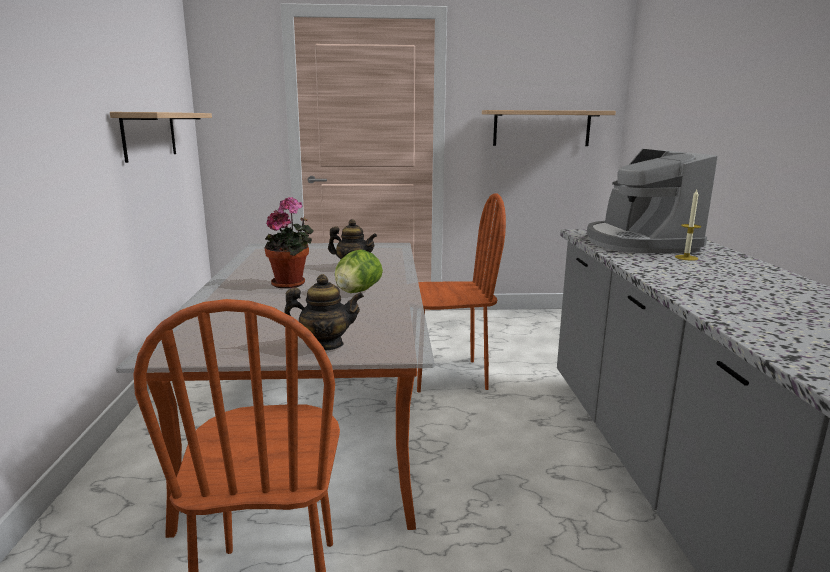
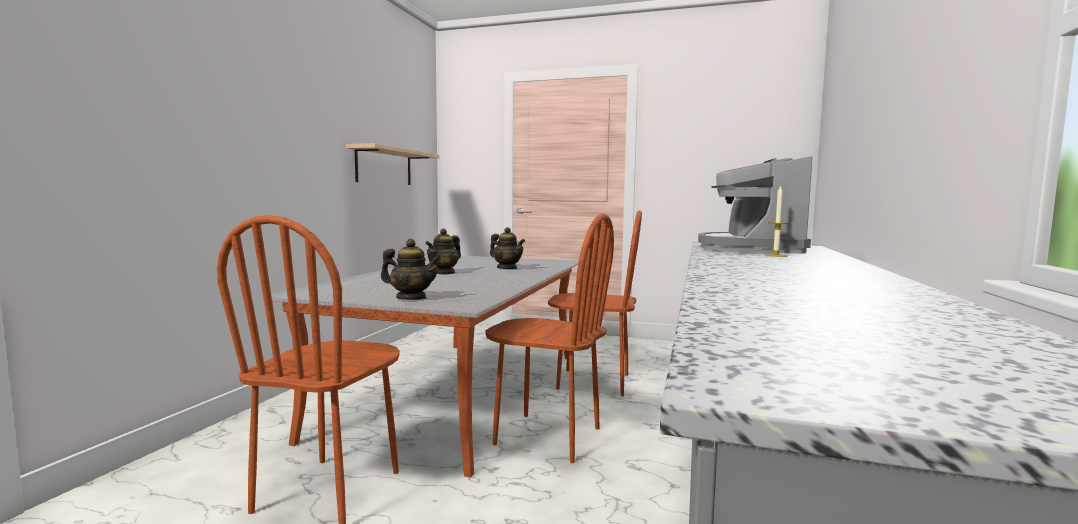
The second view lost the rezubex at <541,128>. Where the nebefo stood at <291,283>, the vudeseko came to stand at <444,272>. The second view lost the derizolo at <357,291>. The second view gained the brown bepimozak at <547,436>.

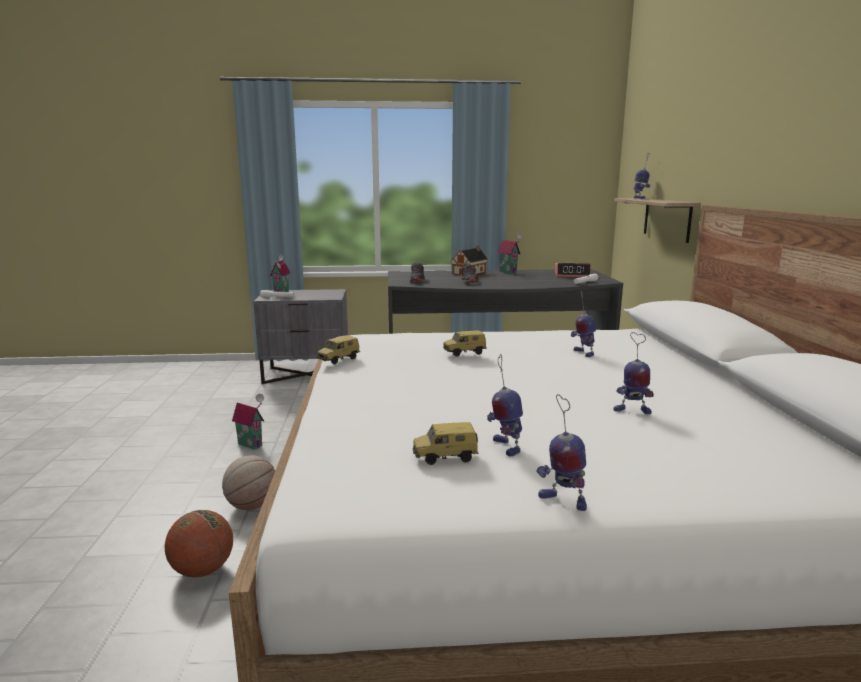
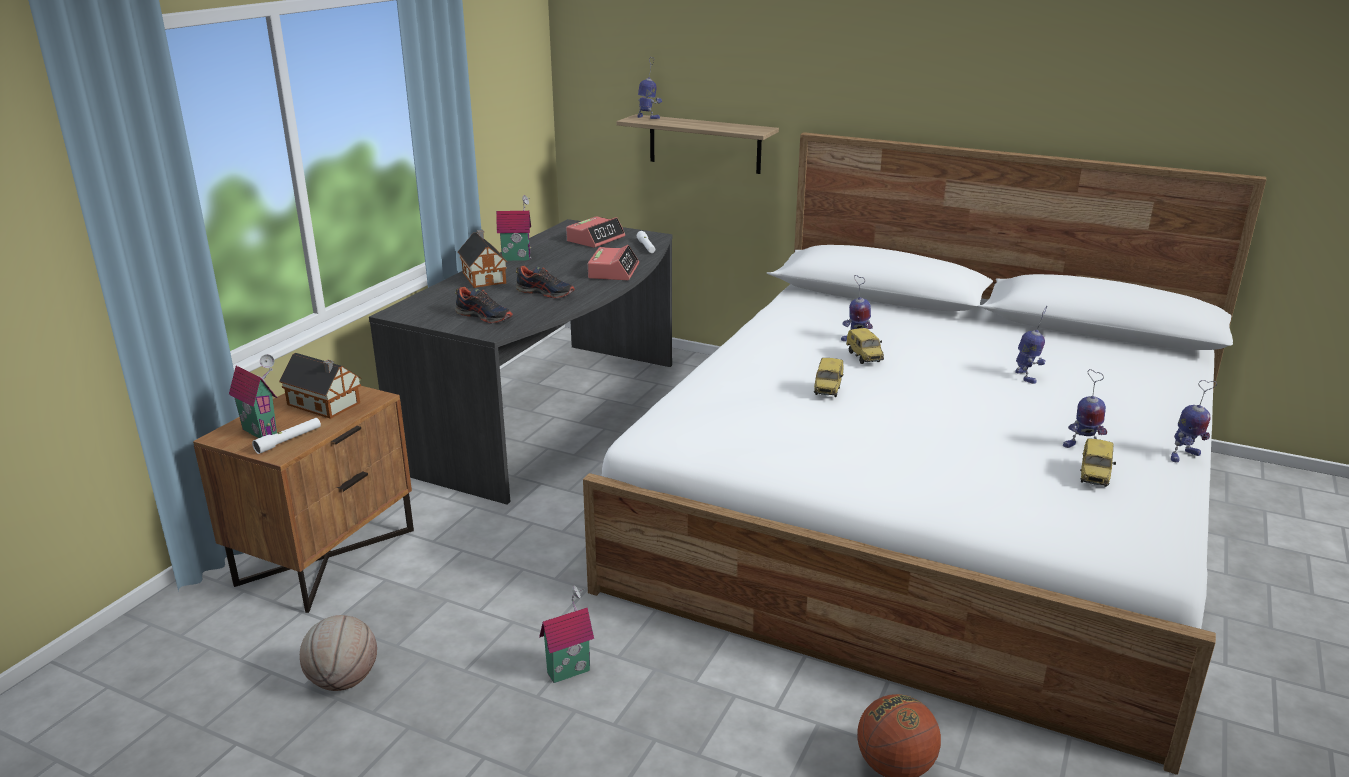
What was the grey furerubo at <307,374> turned into the brown furerubo at <326,556>. The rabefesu at <631,411> ended up facing another way, 45 degrees counterclockwise from before. The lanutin ended up elsewhere, having gone from <339,360> to <865,358>. The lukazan ended up elsewhere, having gone from <252,506> to <343,681>. The second view gained the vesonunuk at <613,271>. The second view gained the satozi at <325,405>.

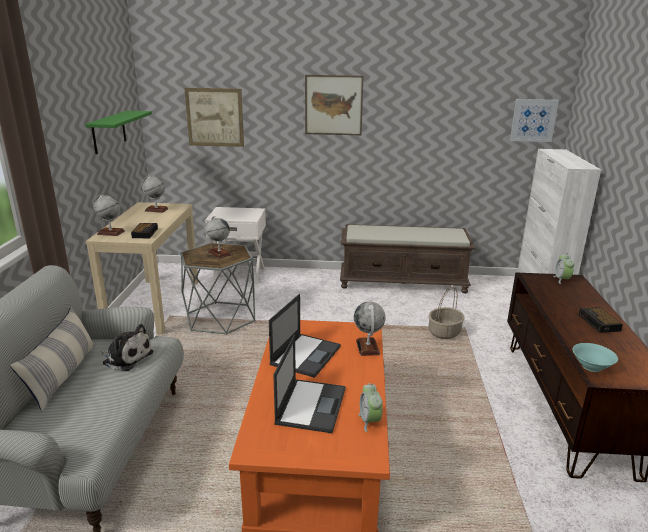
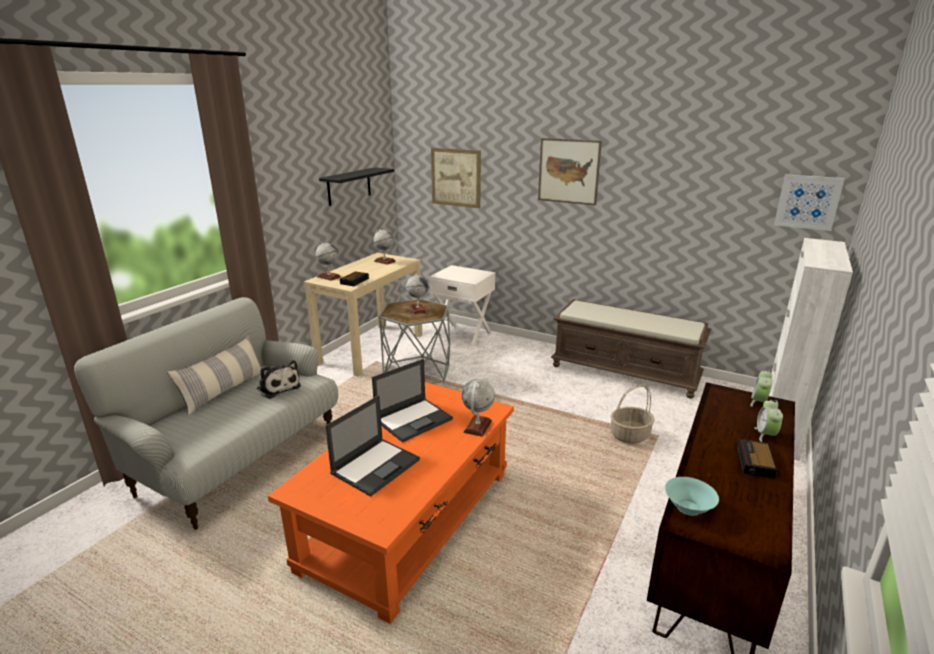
What was the green rezubex at <109,132> turned into the black rezubex at <349,186>. The vesonunuk ended up elsewhere, having gone from <369,421> to <765,435>.

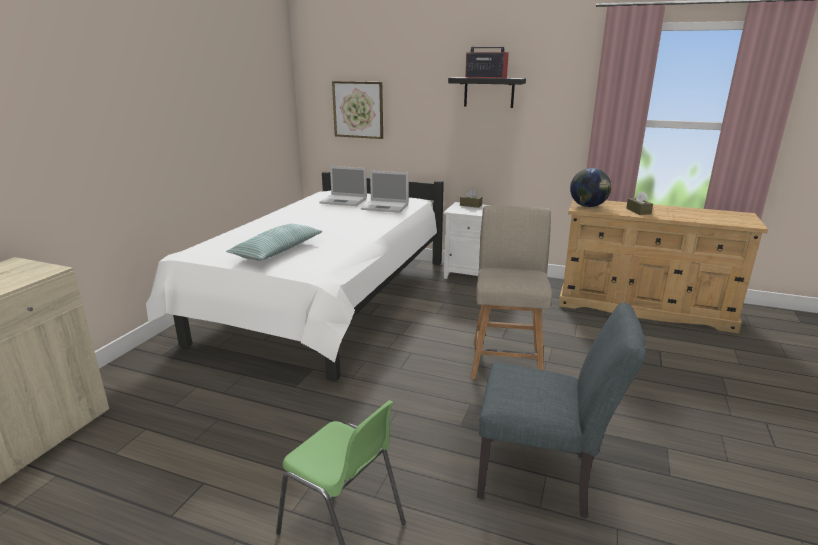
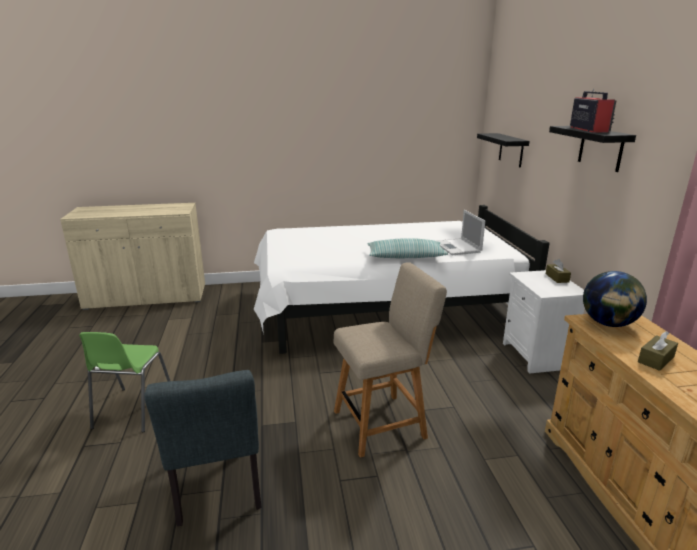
Where the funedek hung at <358,109>, the black rezubex came to hang at <511,150>. The second view lost the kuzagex at <344,201>. The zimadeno ended up elsewhere, having gone from <277,251> to <405,257>.

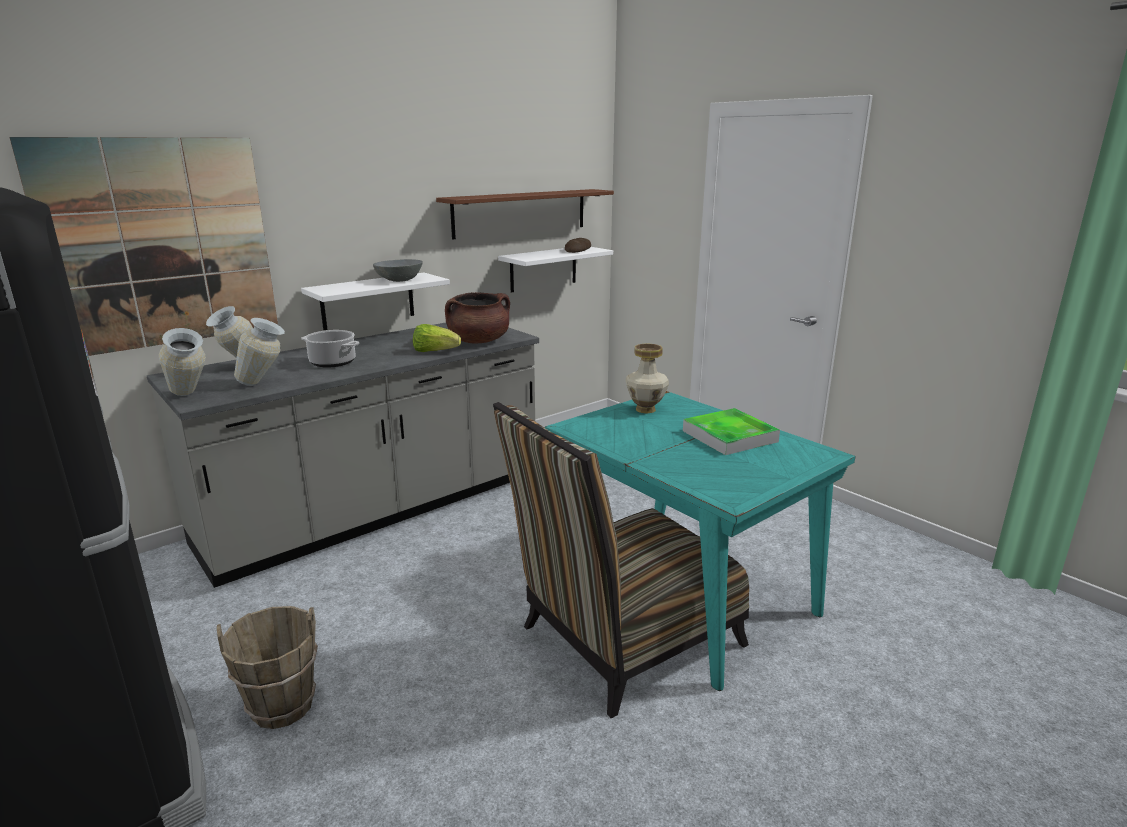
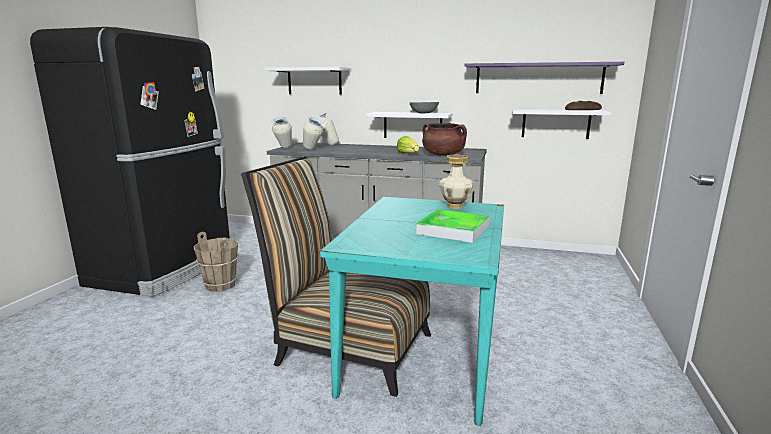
Where the funedek hung at <161,244>, the white rezubex came to hang at <314,81>. What was the brown rezubex at <521,213> turned into the purple rezubex at <538,78>. The second view lost the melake at <333,362>.

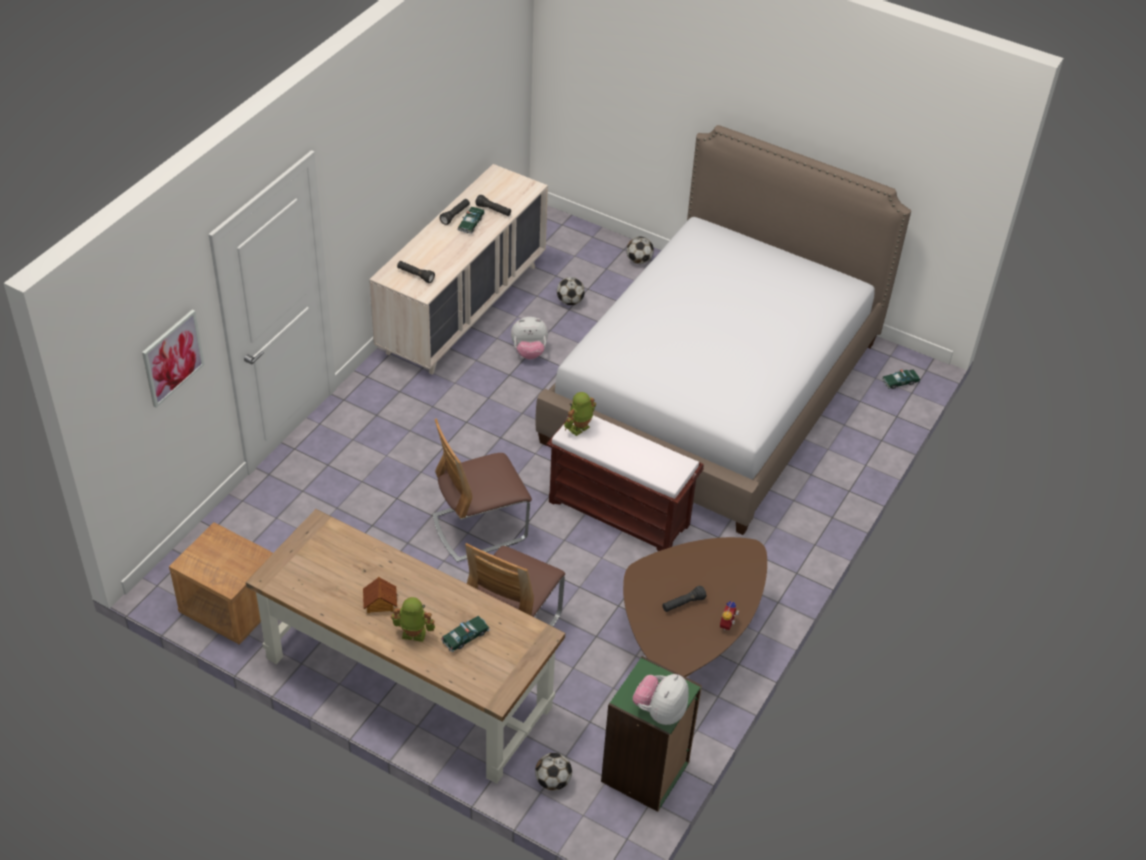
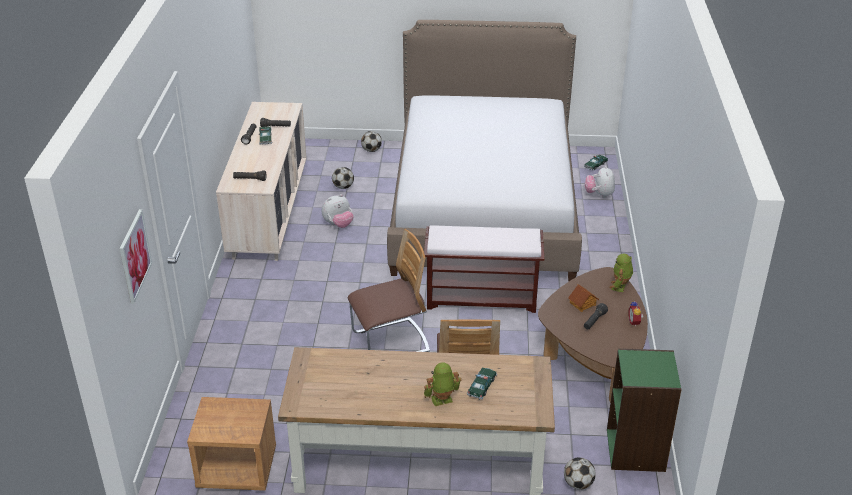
The rabefesu ended up elsewhere, having gone from <579,429> to <620,287>. The bepimozak at <479,528> ended up facing another way, 150 degrees counterclockwise from before. The satozi ended up elsewhere, having gone from <380,603> to <582,304>. The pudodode ended up elsewhere, having gone from <660,712> to <599,195>.

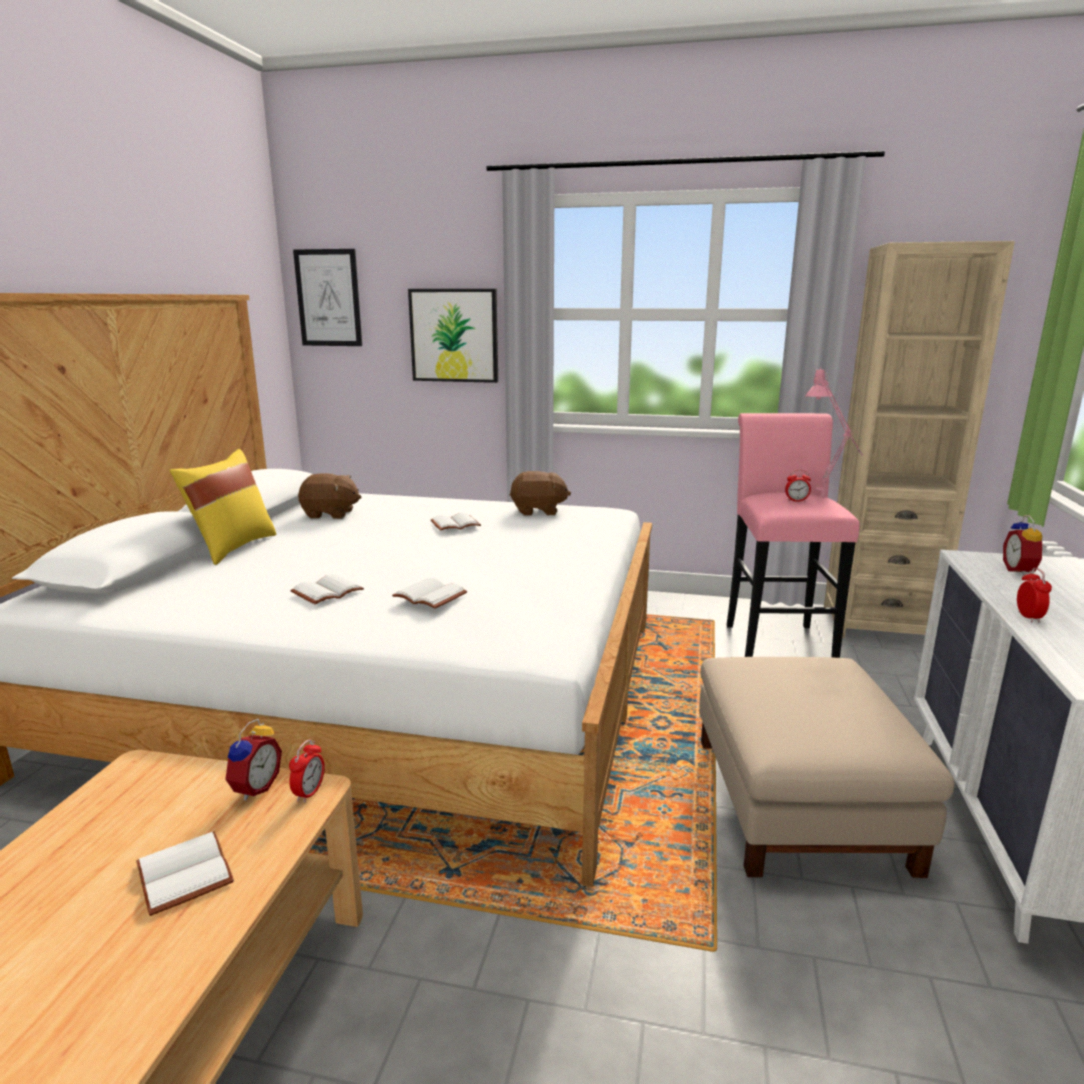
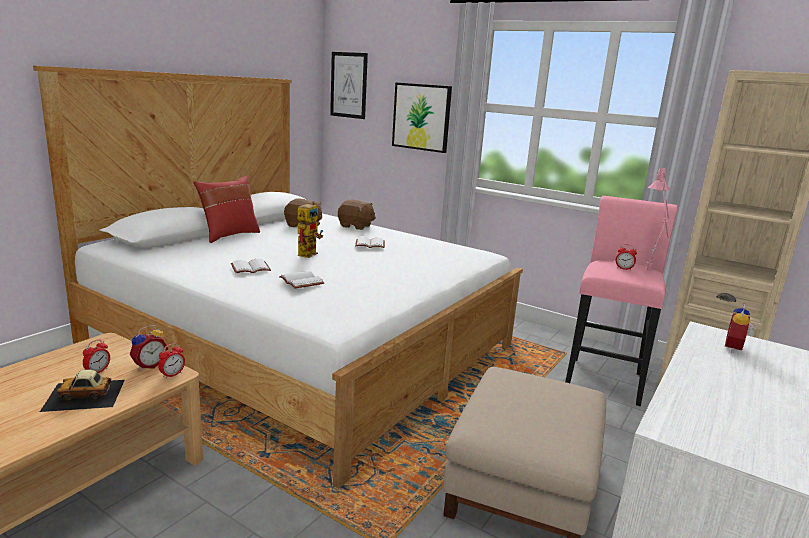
What was the yellow zimadeno at <232,547> turned into the red zimadeno at <229,235>. The brown pudodode ended up elsewhere, having gone from <538,511> to <355,226>. The vesonunuk ended up elsewhere, having gone from <1028,617> to <97,371>. Where the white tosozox stood at <188,874>, the lanutin came to stand at <85,395>. The second view gained the rabefesu at <308,253>.

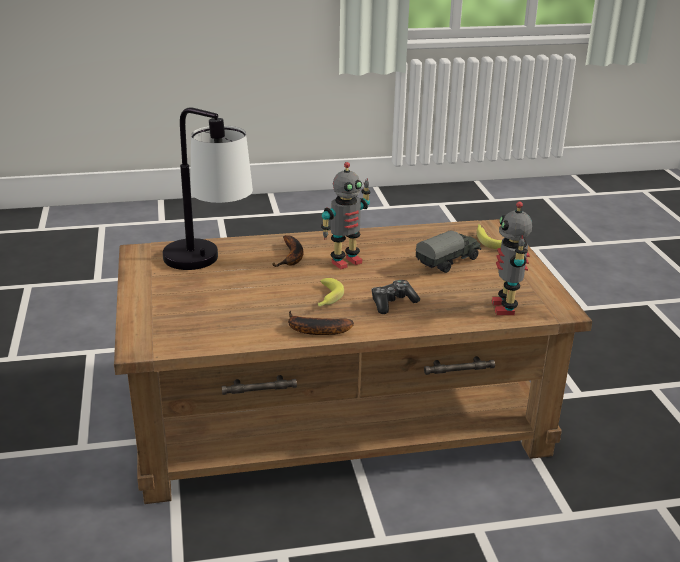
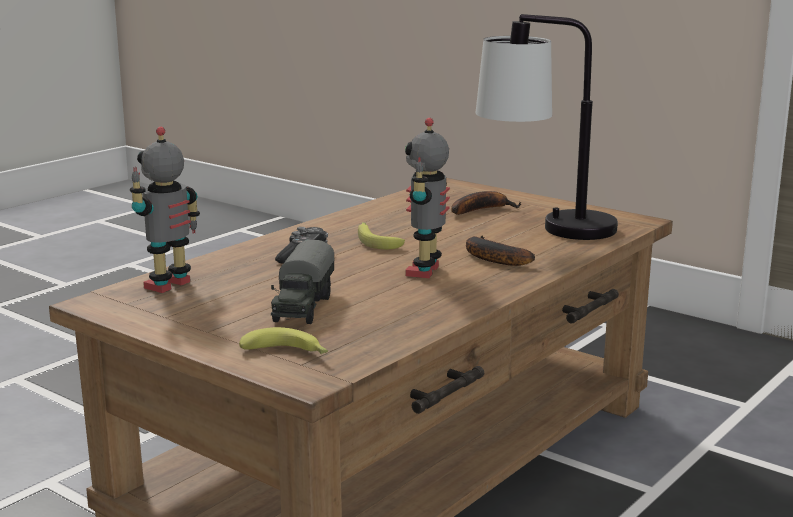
The rabefesu at <505,308> ended up facing another way, 105 degrees counterclockwise from before. The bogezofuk ended up elsewhere, having gone from <314,330> to <482,209>.

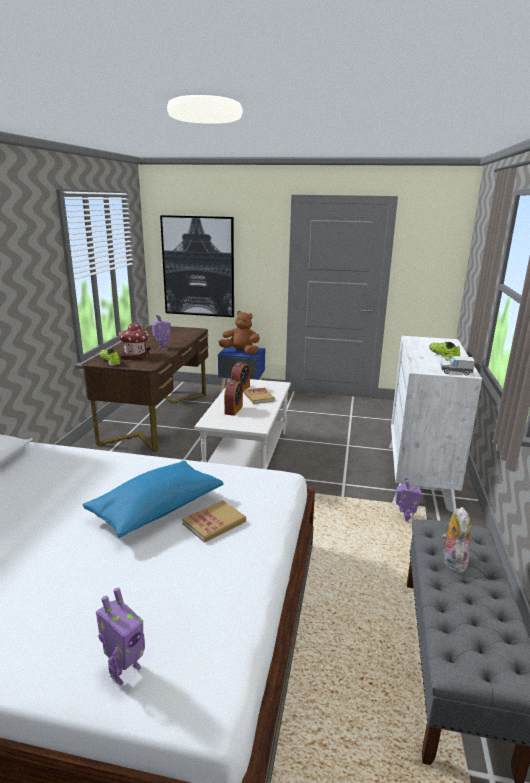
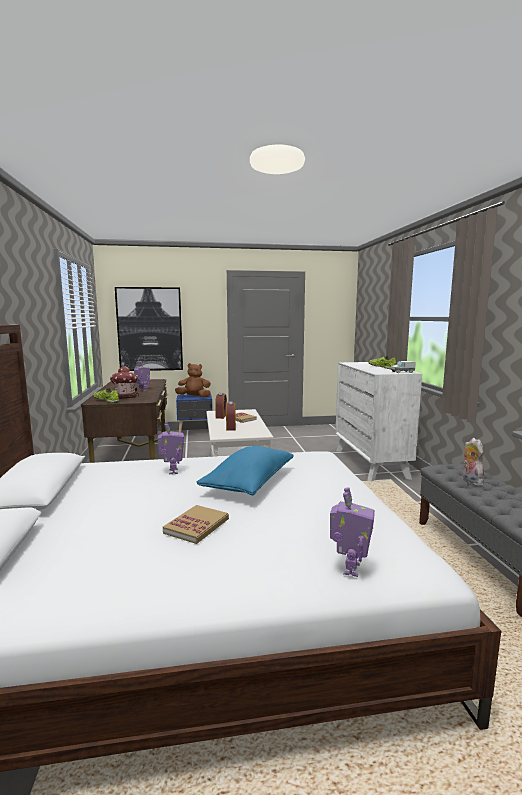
The rabefesu ended up elsewhere, having gone from <404,518> to <172,471>. The tosozox ended up elsewhere, having gone from <214,523> to <197,526>.

